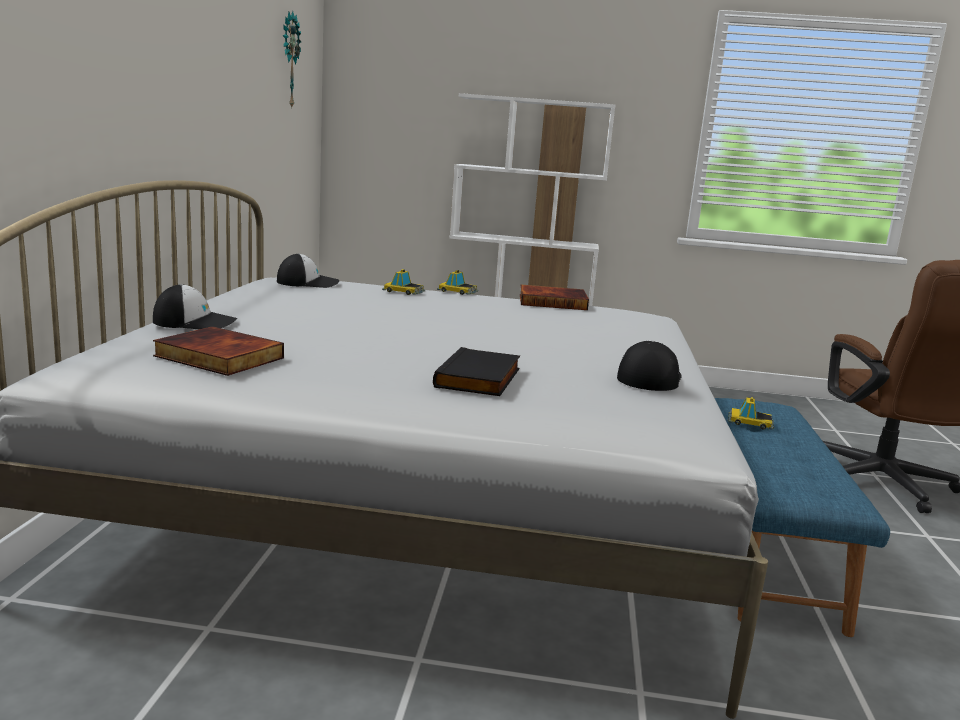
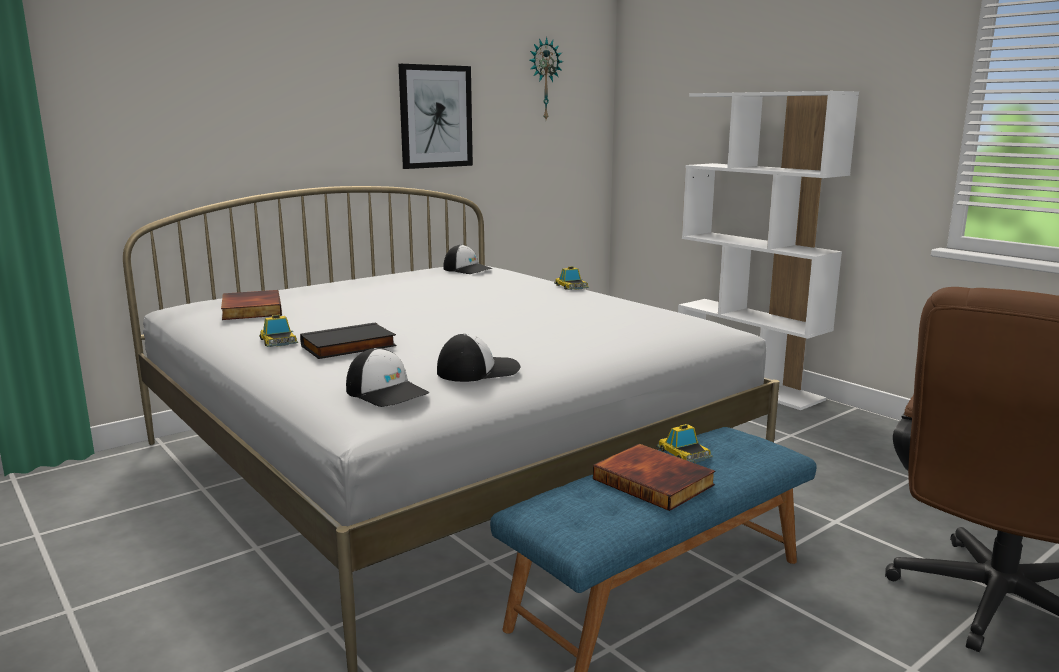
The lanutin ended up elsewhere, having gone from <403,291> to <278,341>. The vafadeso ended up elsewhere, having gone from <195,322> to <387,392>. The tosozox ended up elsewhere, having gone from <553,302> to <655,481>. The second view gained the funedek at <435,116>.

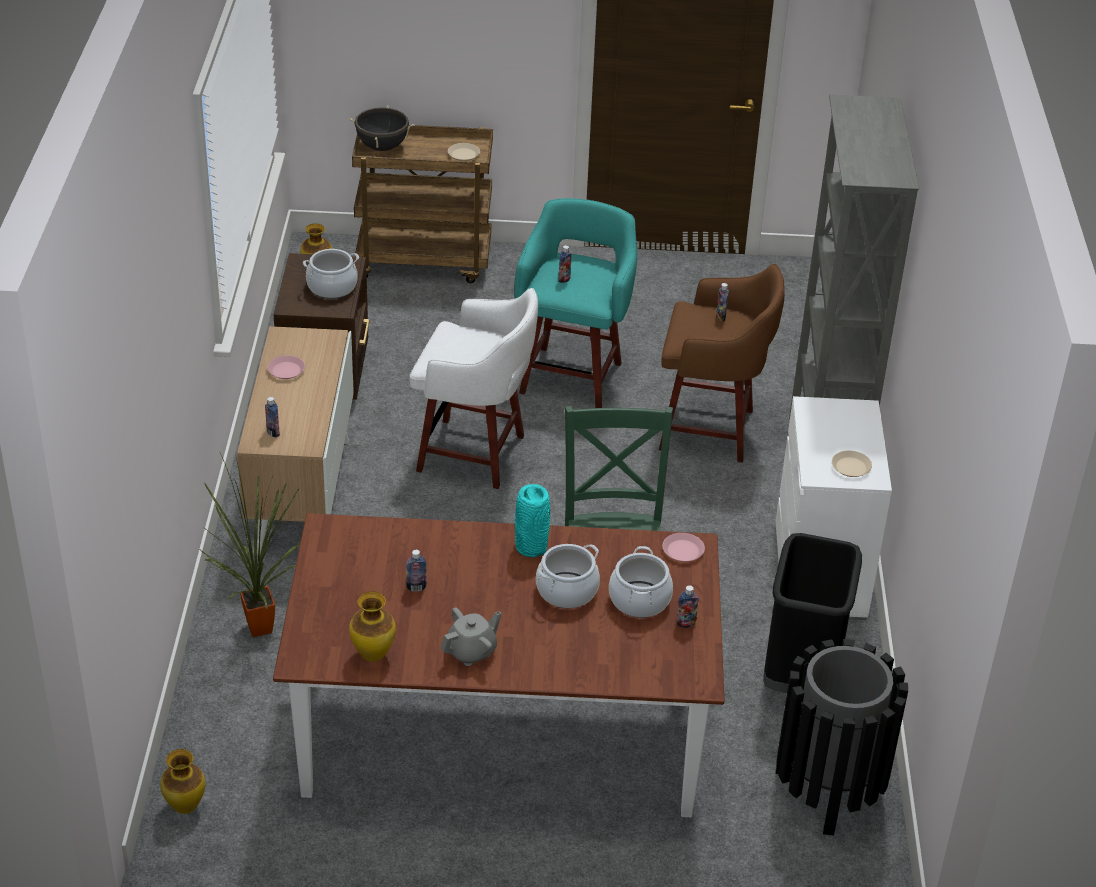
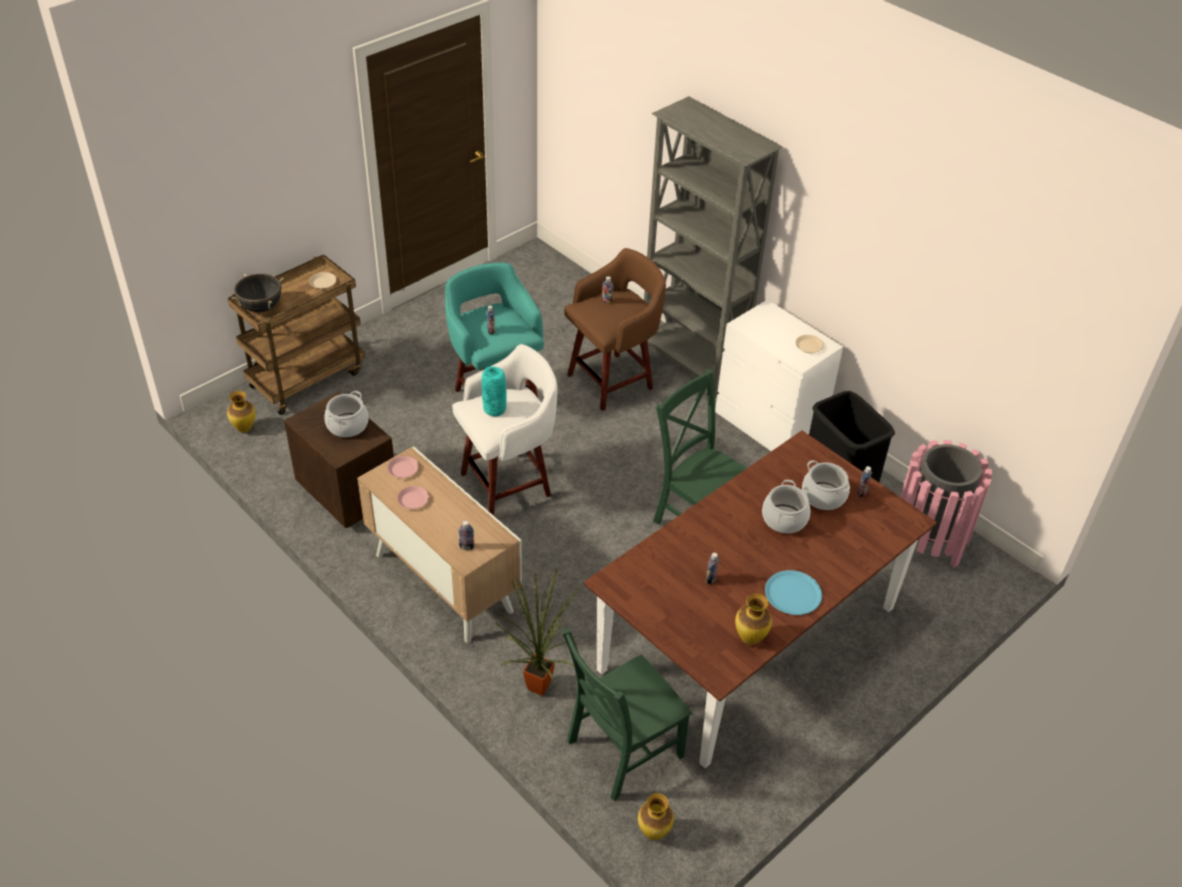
The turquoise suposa ended up elsewhere, having gone from <531,548> to <495,410>. The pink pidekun ended up elsewhere, having gone from <683,550> to <403,469>. Where the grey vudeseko stood at <471,652>, the blue pidekun came to stand at <793,593>. What was the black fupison at <828,791> turned into the pink fupison at <927,543>. The second view gained the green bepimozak at <620,751>.

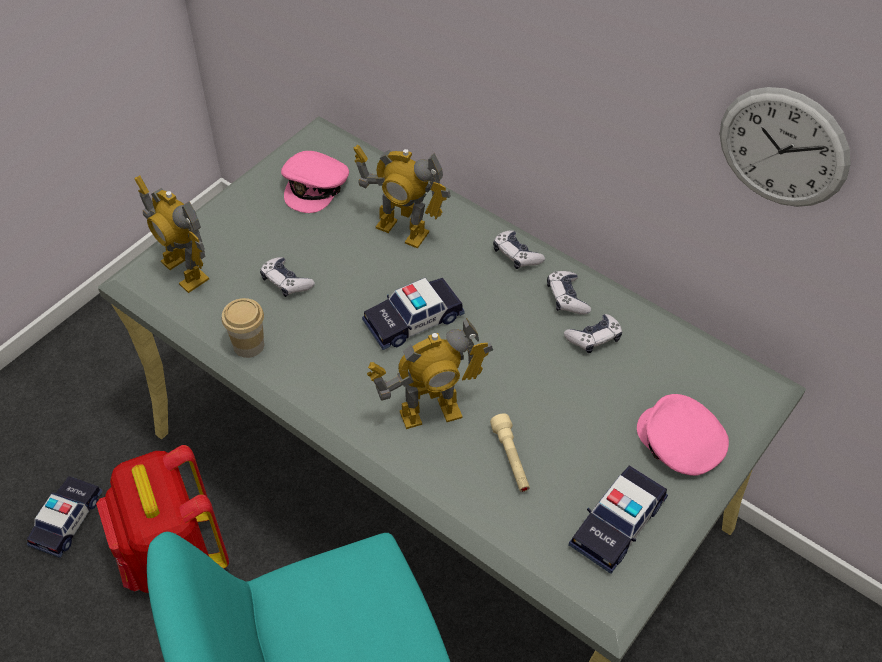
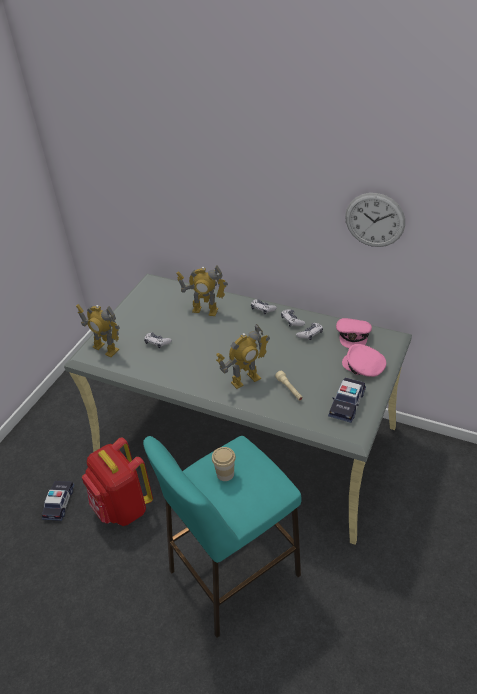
The pink vafadeso ended up elsewhere, having gone from <316,186> to <353,335>. The second view lost the lanutin at <413,320>. The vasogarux ended up elsewhere, having gone from <248,345> to <225,474>.

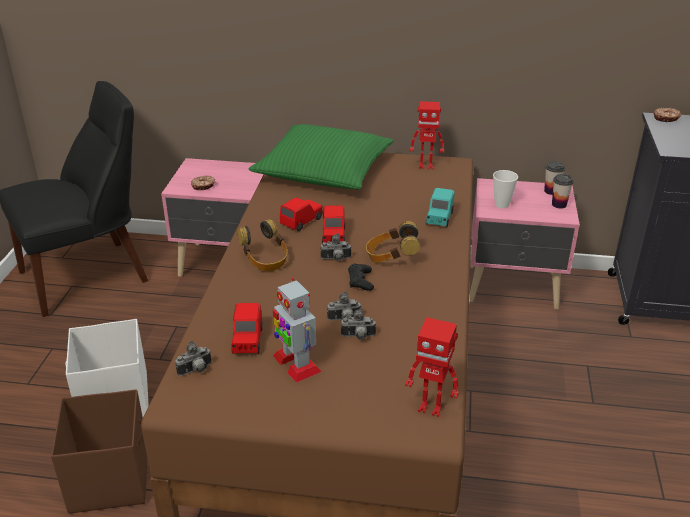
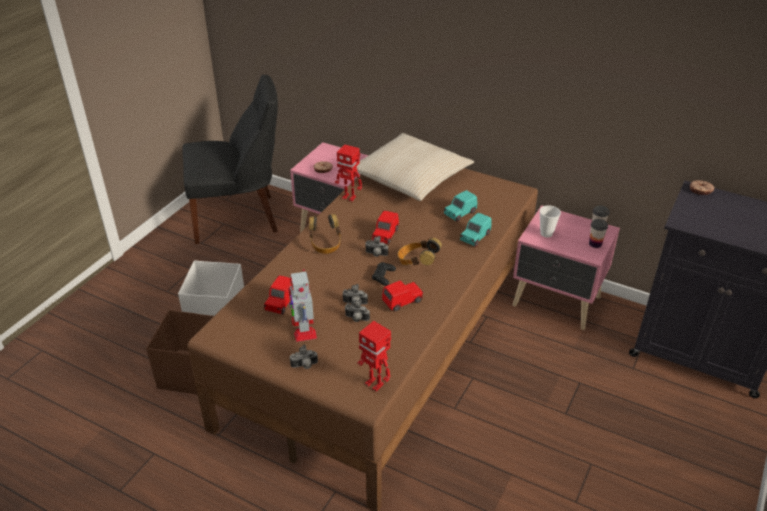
The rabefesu ended up elsewhere, having gone from <425,166> to <349,197>. What was the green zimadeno at <323,171> turned into the beige zimadeno at <410,177>. The red lanutin ended up elsewhere, having gone from <302,221> to <402,301>. The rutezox ended up elsewhere, having gone from <196,370> to <304,366>. The second view gained the turquoise lanutin at <459,213>.

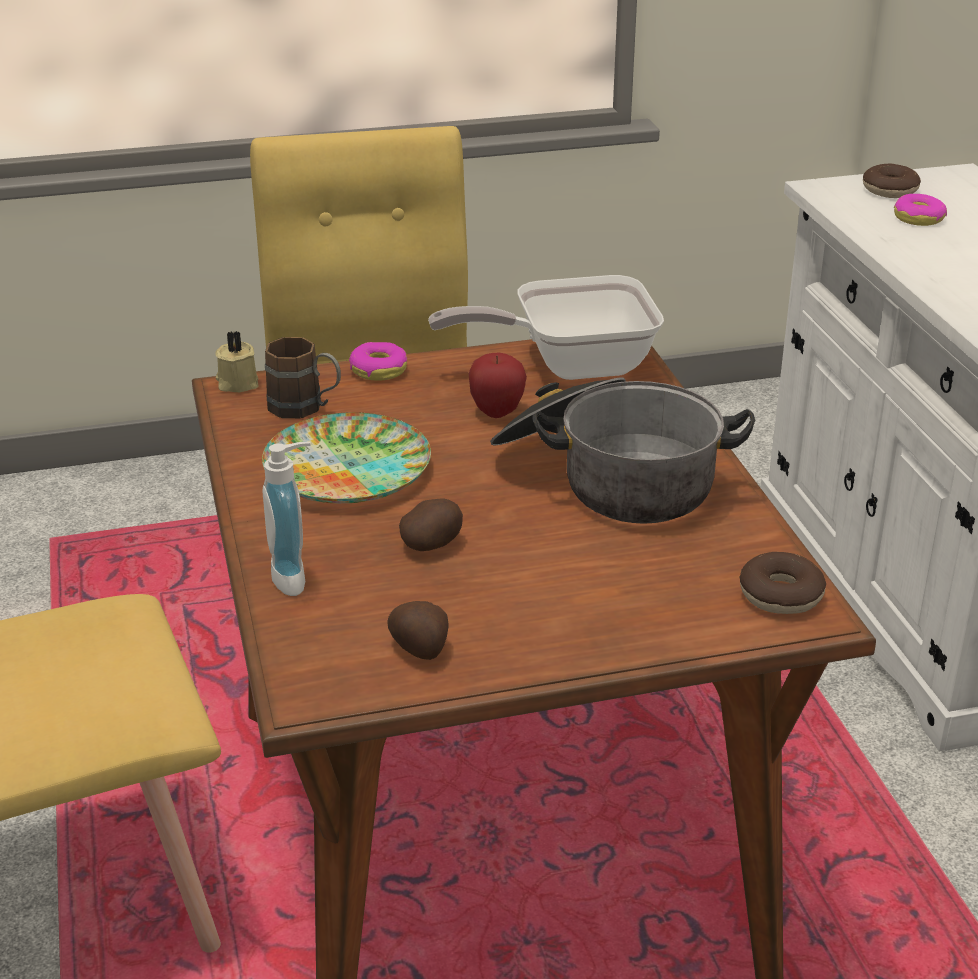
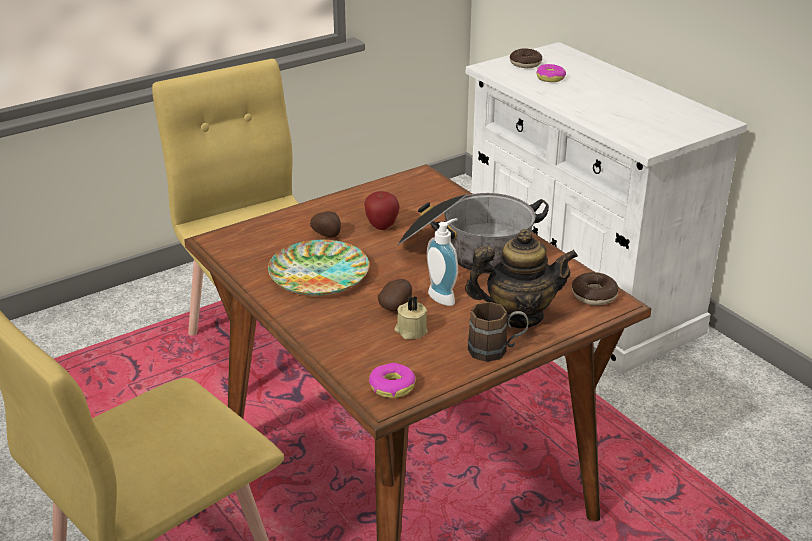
The second view lost the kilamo at <569,365>. The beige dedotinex ended up elsewhere, having gone from <237,383> to <410,331>. The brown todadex ended up elsewhere, having gone from <306,408> to <496,350>. The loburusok ended up elsewhere, having gone from <379,370> to <392,386>. The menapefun ended up elsewhere, having gone from <295,577> to <444,296>. The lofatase ended up elsewhere, having gone from <420,648> to <327,234>. The second view gained the vudeseko at <518,315>.

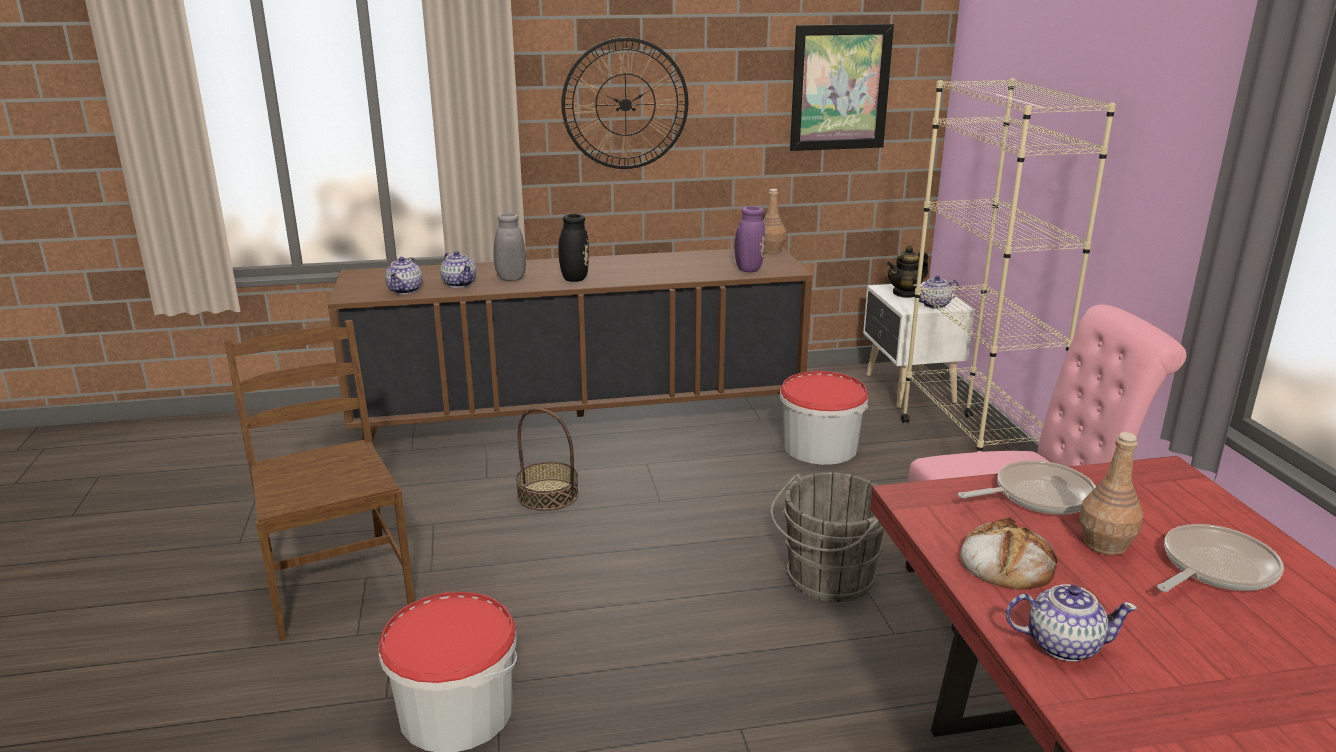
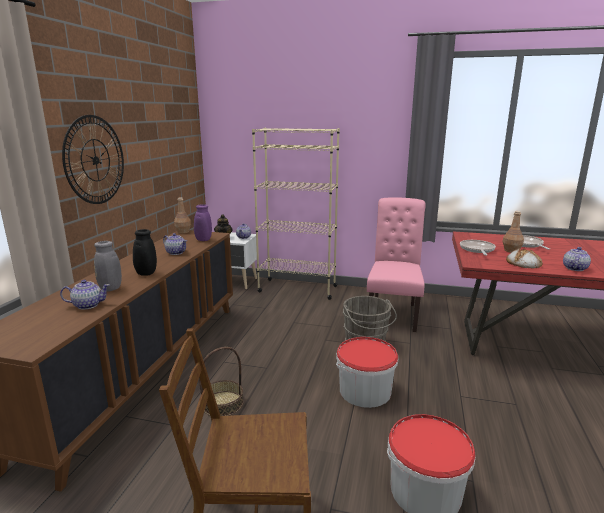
The second view lost the funedek at <840,88>. The vudeseko ended up elsewhere, having gone from <405,290> to <176,252>. The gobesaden ended up elsewhere, having gone from <820,447> to <365,391>.

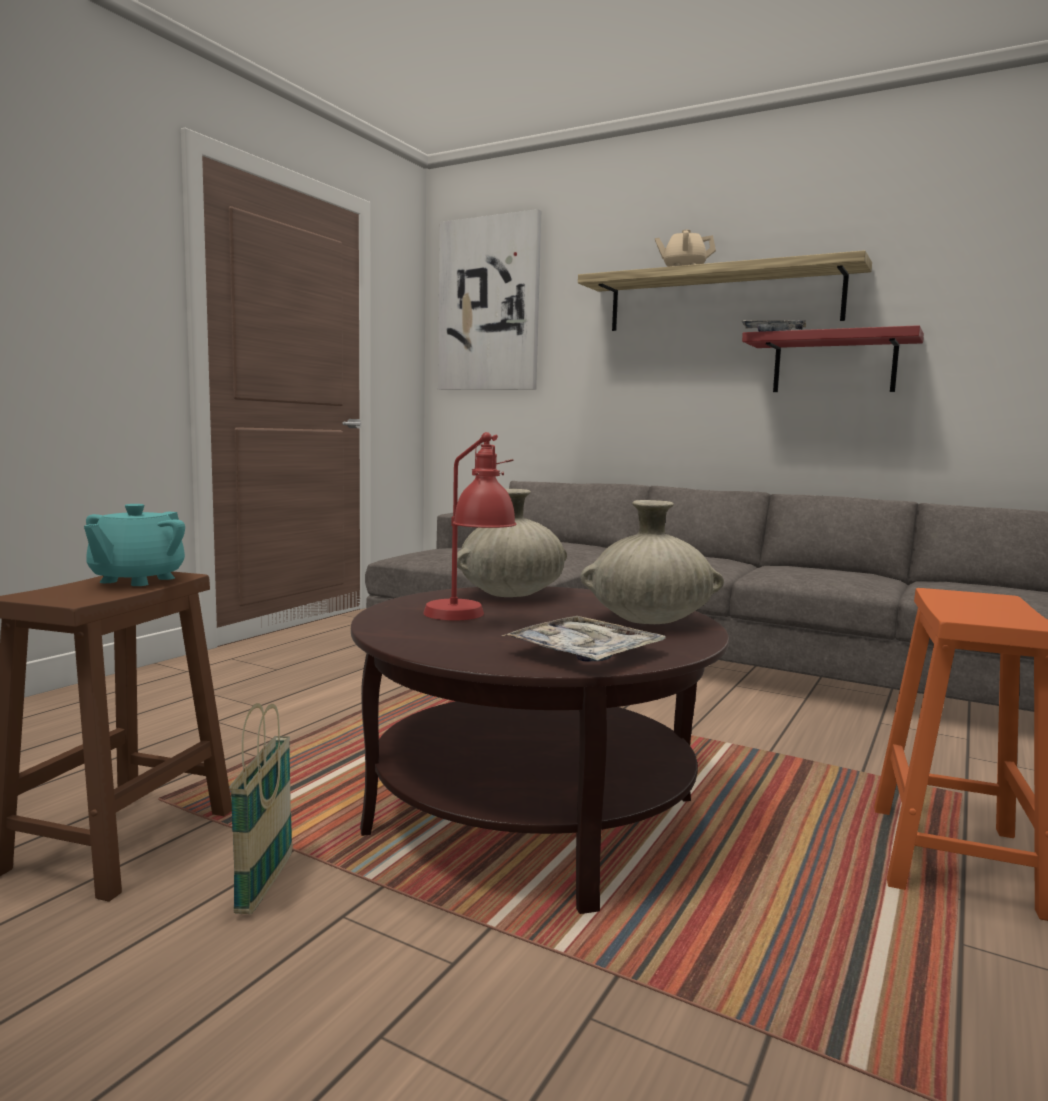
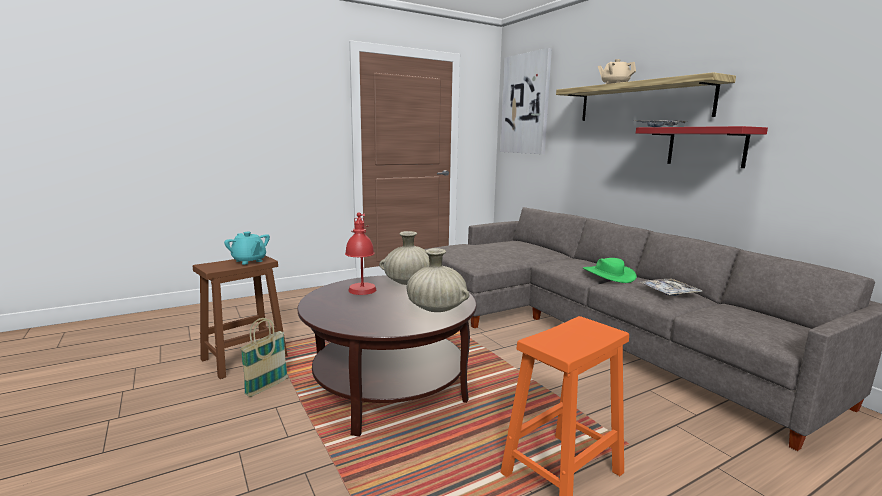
The turquoise vudeseko at <137,580> ended up facing another way, 90 degrees counterclockwise from before. The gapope ended up elsewhere, having gone from <585,653> to <669,292>. The second view gained the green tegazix at <608,275>.

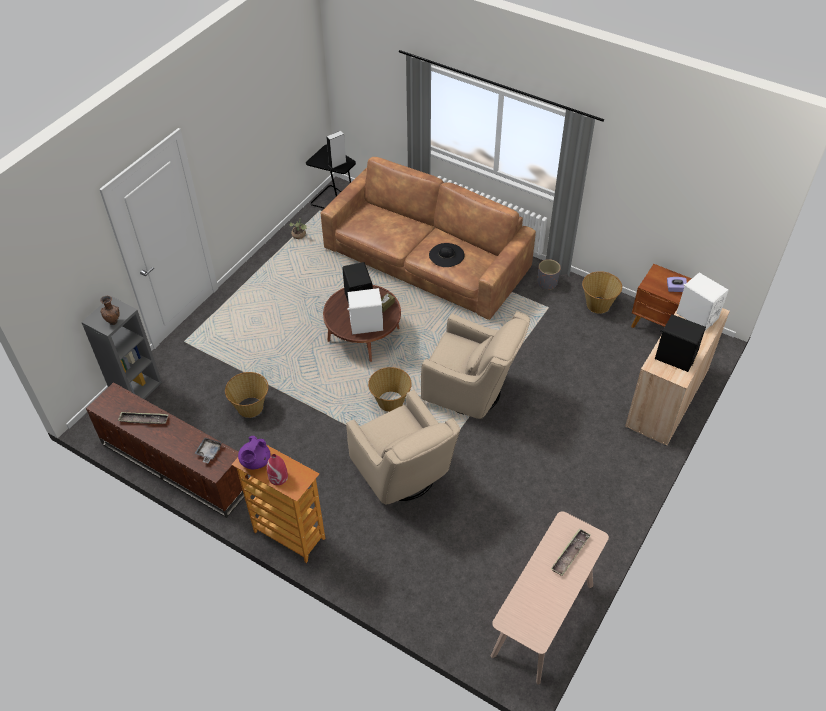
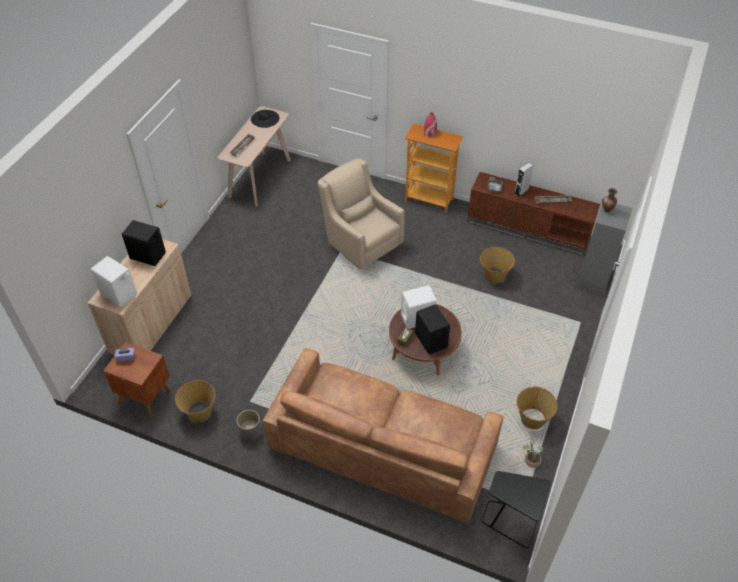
The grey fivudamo ended up elsewhere, having gone from <337,163> to <521,191>. The black tegazix ended up elsewhere, having gone from <446,255> to <265,118>. The second view lost the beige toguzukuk at <472,392>. The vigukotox ended up elsewhere, having gone from <390,402> to <532,418>. The second view lost the purple vudeseko at <255,462>.

